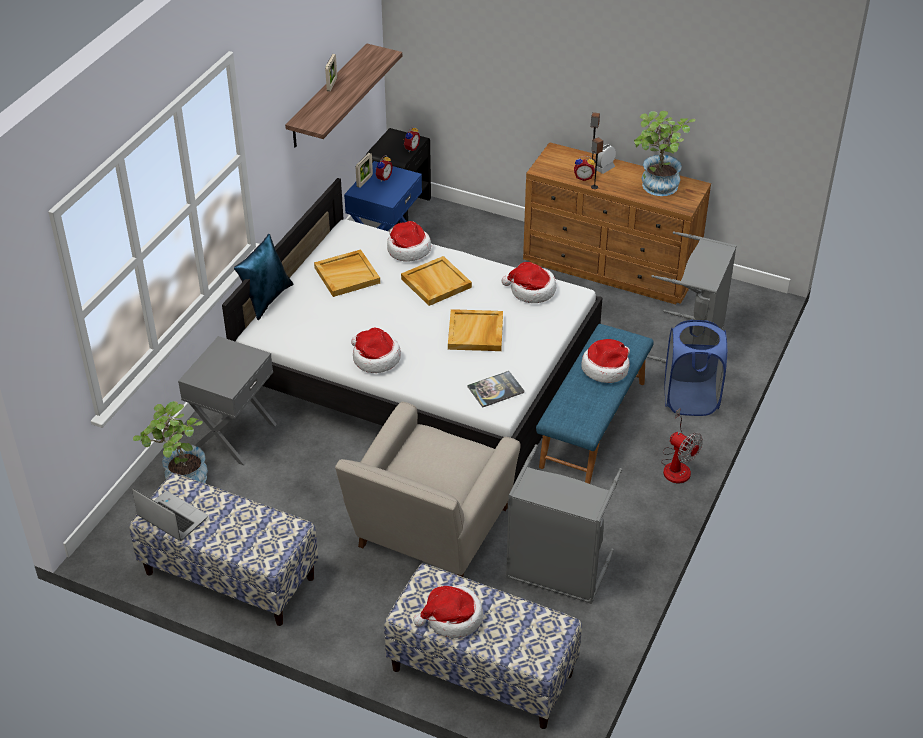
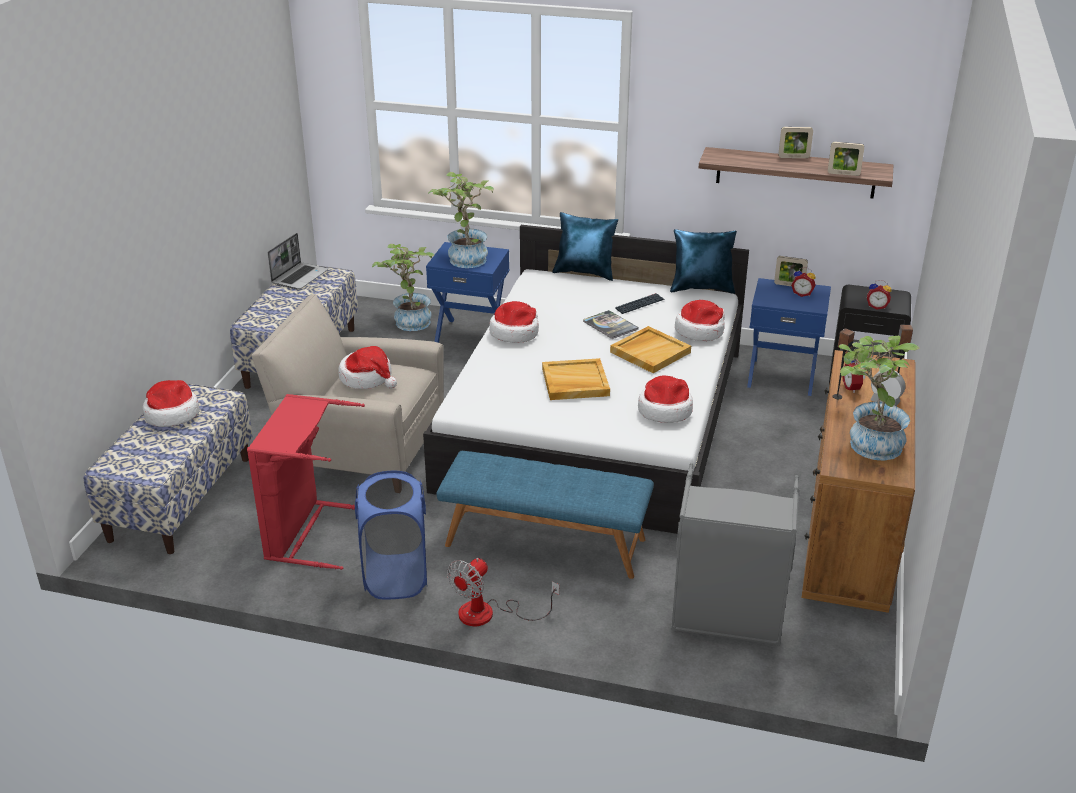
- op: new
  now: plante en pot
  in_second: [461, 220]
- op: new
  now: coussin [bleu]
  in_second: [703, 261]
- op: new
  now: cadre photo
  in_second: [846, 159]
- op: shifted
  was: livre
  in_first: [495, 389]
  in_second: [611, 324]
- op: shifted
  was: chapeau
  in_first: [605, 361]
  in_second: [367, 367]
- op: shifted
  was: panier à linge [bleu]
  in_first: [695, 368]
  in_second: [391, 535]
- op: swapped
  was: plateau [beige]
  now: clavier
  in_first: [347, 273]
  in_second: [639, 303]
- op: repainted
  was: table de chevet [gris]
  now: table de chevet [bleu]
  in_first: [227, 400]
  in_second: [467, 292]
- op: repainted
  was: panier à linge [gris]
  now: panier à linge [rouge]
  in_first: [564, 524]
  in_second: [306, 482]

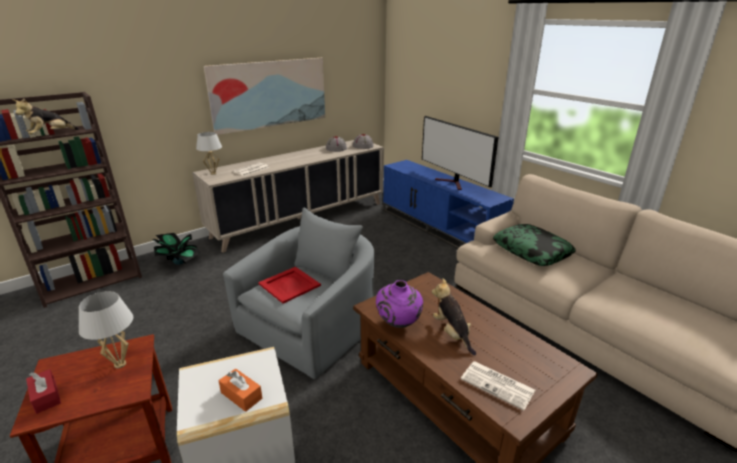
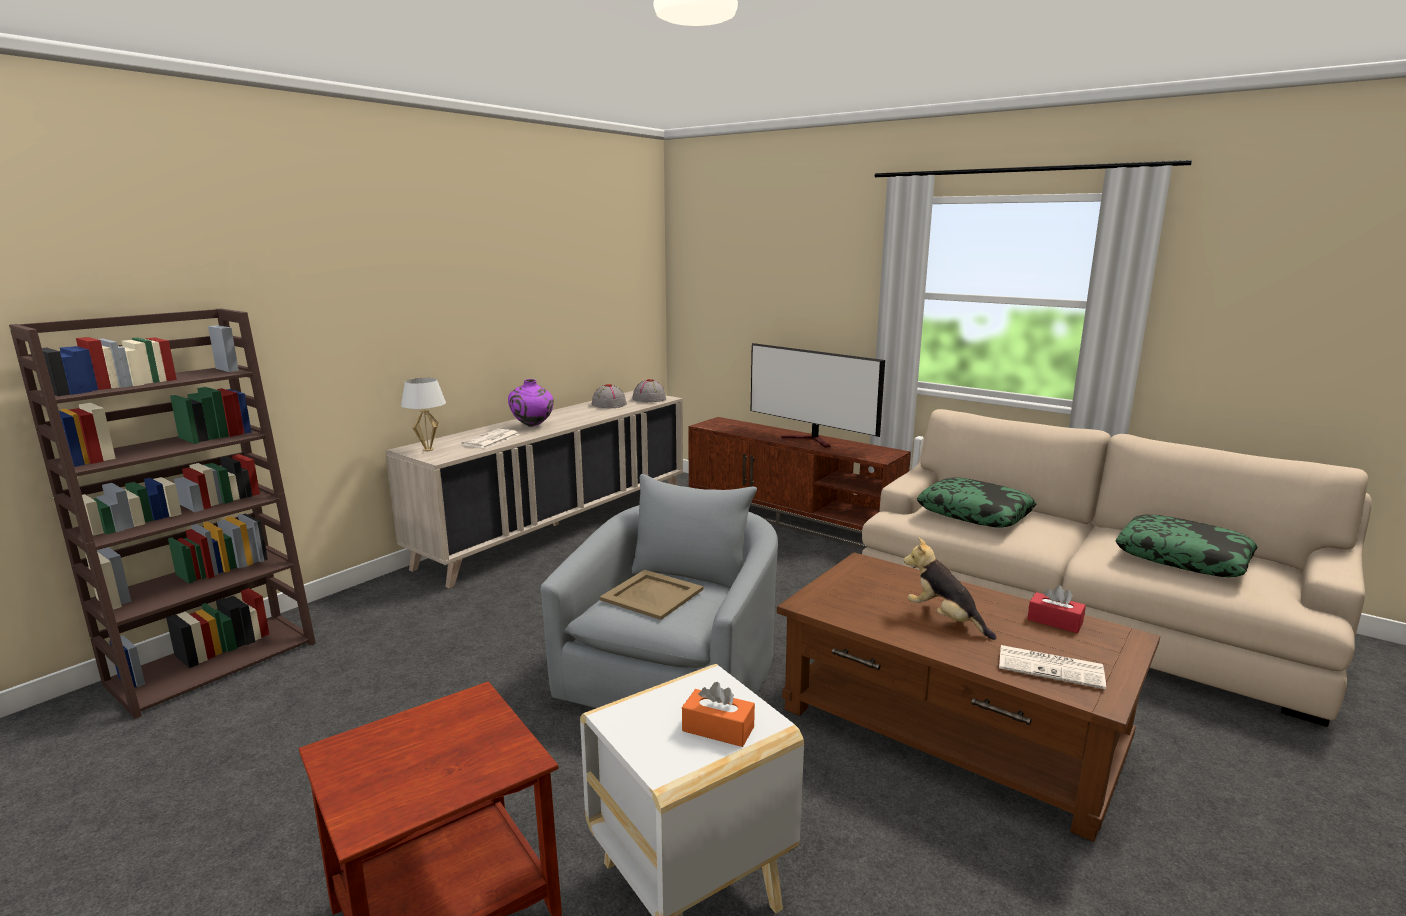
- op: gone
  was: peluche
  in_first: [45, 116]
- op: gone
  was: lampe de table [blanc]
  in_first: [106, 329]
- op: gone
  was: plante en pot
  in_first: [176, 249]
- op: gone
  was: tableau
  in_first: [264, 96]
- op: new
  now: coussin
  in_second: [1186, 546]
- op: shifted
  was: boîte à mouchoirs [rouge]
  in_first: [43, 391]
  in_second: [1056, 609]
- op: shifted
  was: vase [violet]
  in_first: [399, 304]
  in_second: [531, 403]
- op: repainted
  was: plateau [rouge]
  now: plateau [beige]
  in_first: [289, 285]
  in_second: [651, 595]
- op: repainted
  was: meuble télé [bleu]
  now: meuble télé [marron]
  in_first: [448, 204]
  in_second: [799, 482]

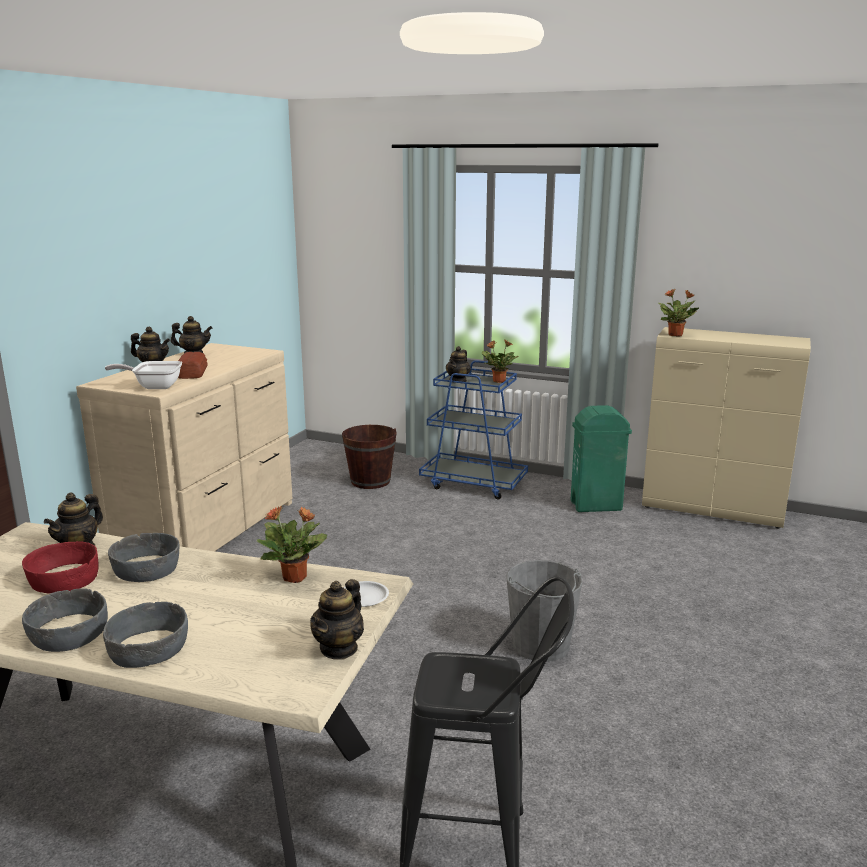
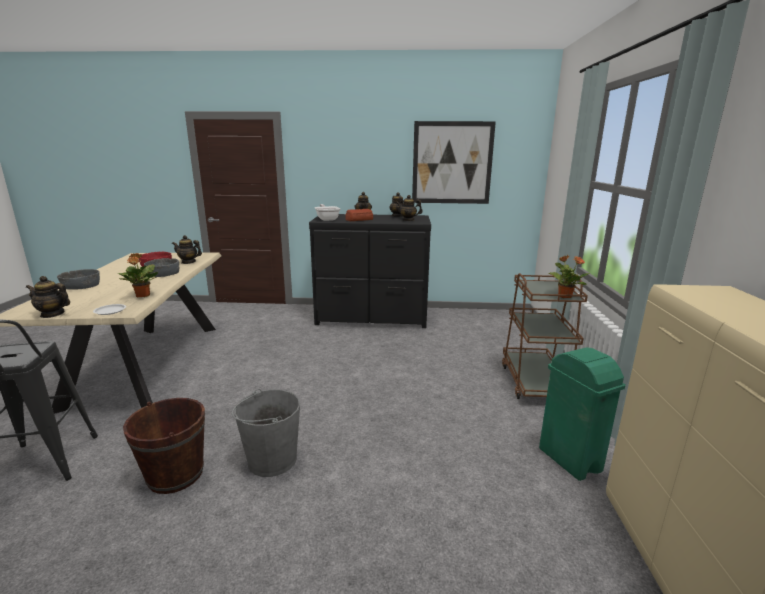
- op: gone
  was: bol [gris]
  in_first: [65, 620]
- op: gone
  was: plante en pot
  in_first: [678, 313]
- op: new
  now: tableau
  in_second: [454, 162]
- op: shifted
  was: seau [marron]
  in_first: [369, 457]
  in_second: [164, 446]
- op: shifted
  was: théière
  in_first: [458, 364]
  in_second: [409, 208]
- op: repainted
  was: commode [beige]
  now: commode [noir]
  in_first: [184, 447]
  in_second: [370, 271]
- op: repainted
  was: chariot [bleu]
  now: chariot [marron]
  in_first: [473, 430]
  in_second: [545, 336]

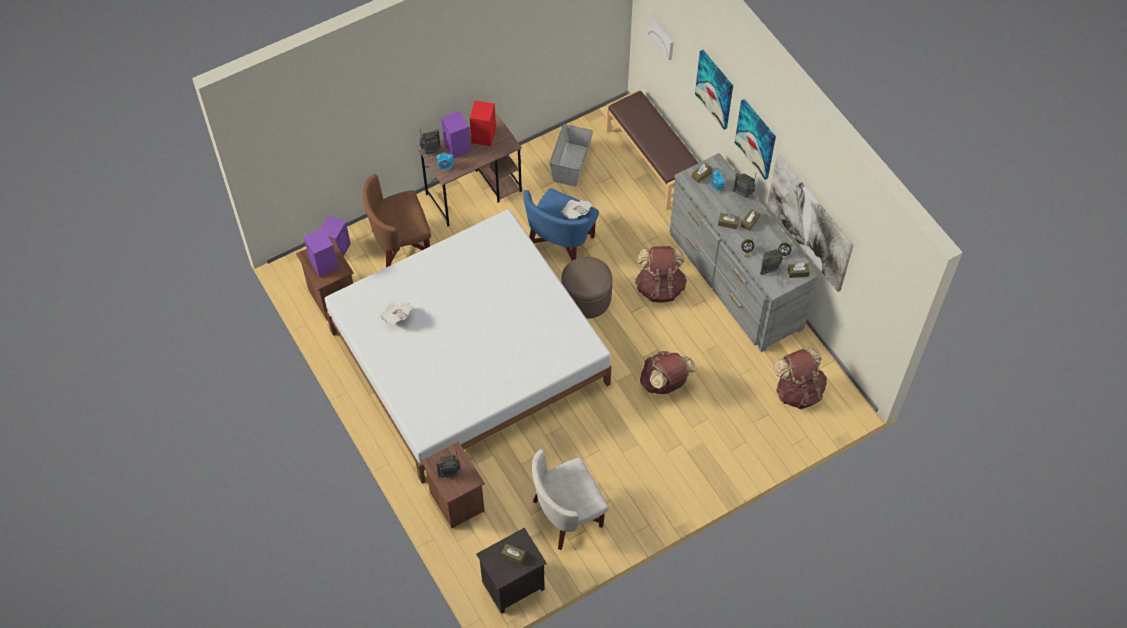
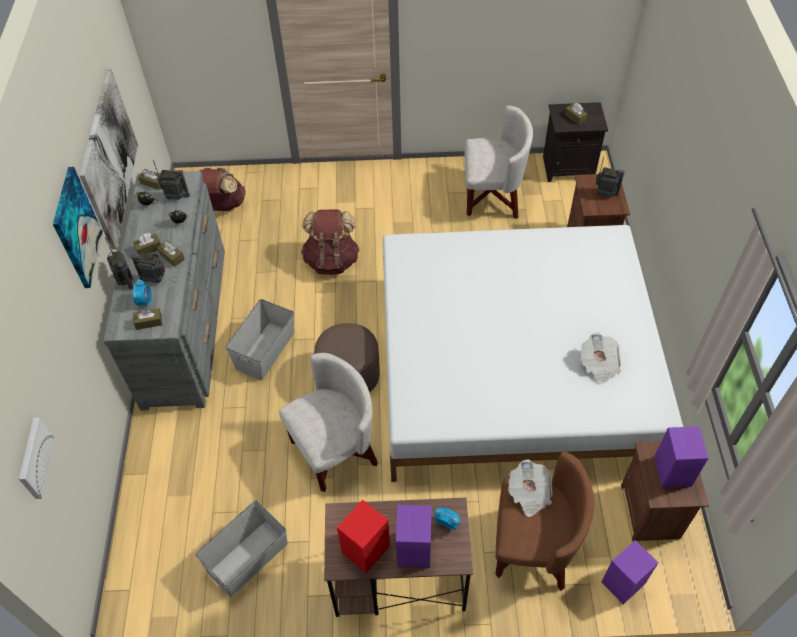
- op: gone
  was: banc [marron]
  in_first: [652, 149]
- op: gone
  was: tableau
  in_first: [714, 90]
- op: shifted
  was: radio
  in_first: [430, 142]
  in_second: [148, 263]
- op: shifted
  was: journal
  in_first: [576, 209]
  in_second: [530, 488]
- op: swapped
  was: sac à dos [marron]
  now: boîte de rangement [gris]
  in_first: [661, 274]
  in_second: [260, 339]
- op: repainted
  was: fauteuil [bleu]
  now: fauteuil [blanc]
  in_first: [561, 224]
  in_second: [328, 422]

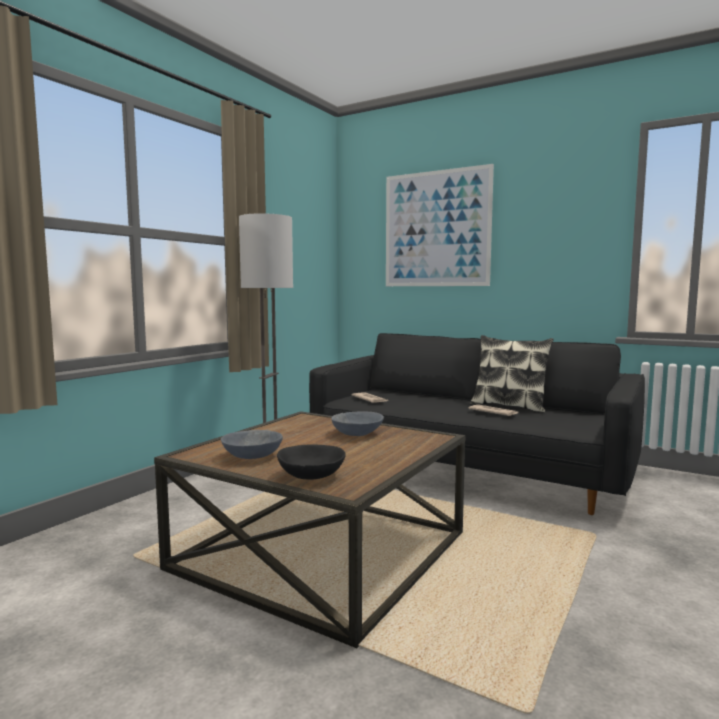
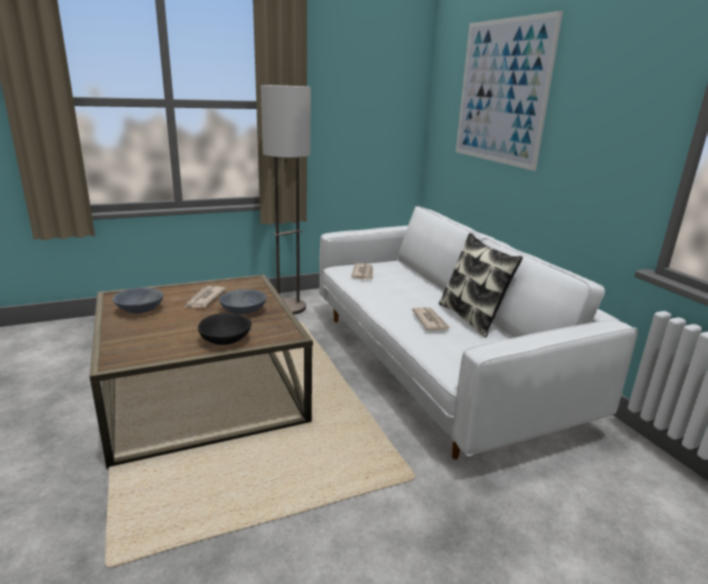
- op: new
  now: journal
  in_second: [205, 297]
- op: shifted
  was: bol [noir]
  in_first: [311, 462]
  in_second: [225, 329]
- op: repainted
  was: canapé [noir]
  now: canapé [blanc]
  in_first: [477, 424]
  in_second: [479, 333]

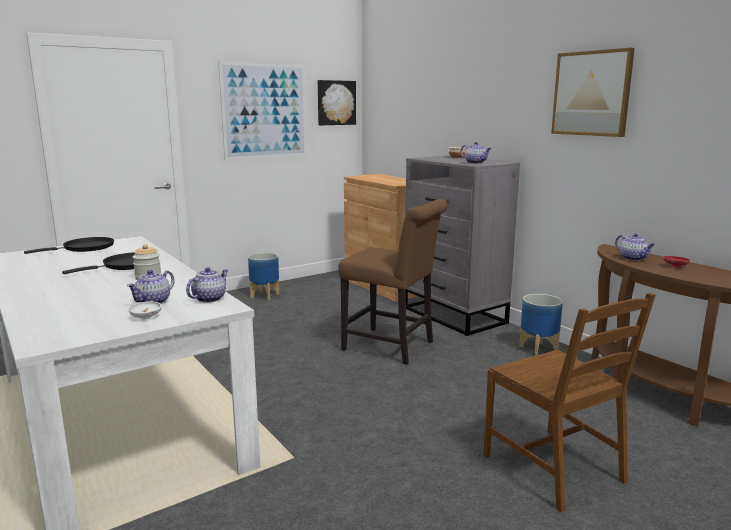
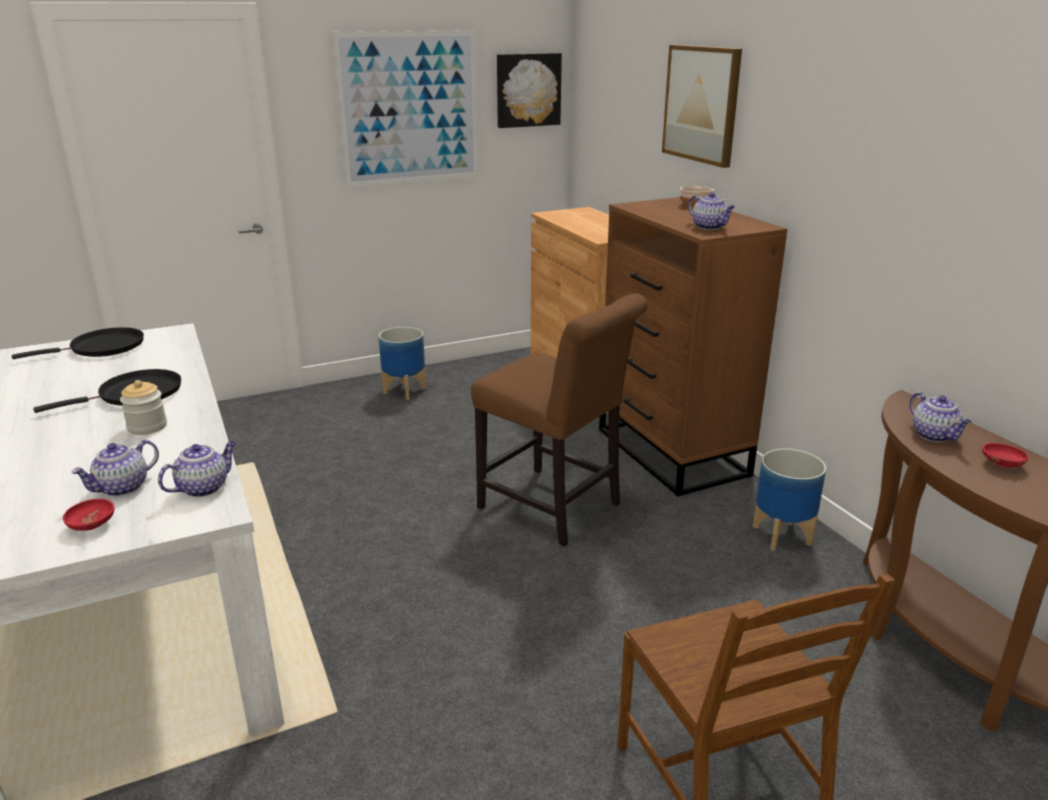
- op: shifted
  was: tableau
  in_first: [593, 92]
  in_second: [702, 106]
- op: repainted
  was: bol [blanc]
  now: bol [rouge]
  in_first: [145, 310]
  in_second: [88, 515]
- op: repainted
  was: commode [gris]
  now: commode [marron]
  in_first: [462, 246]
  in_second: [693, 347]

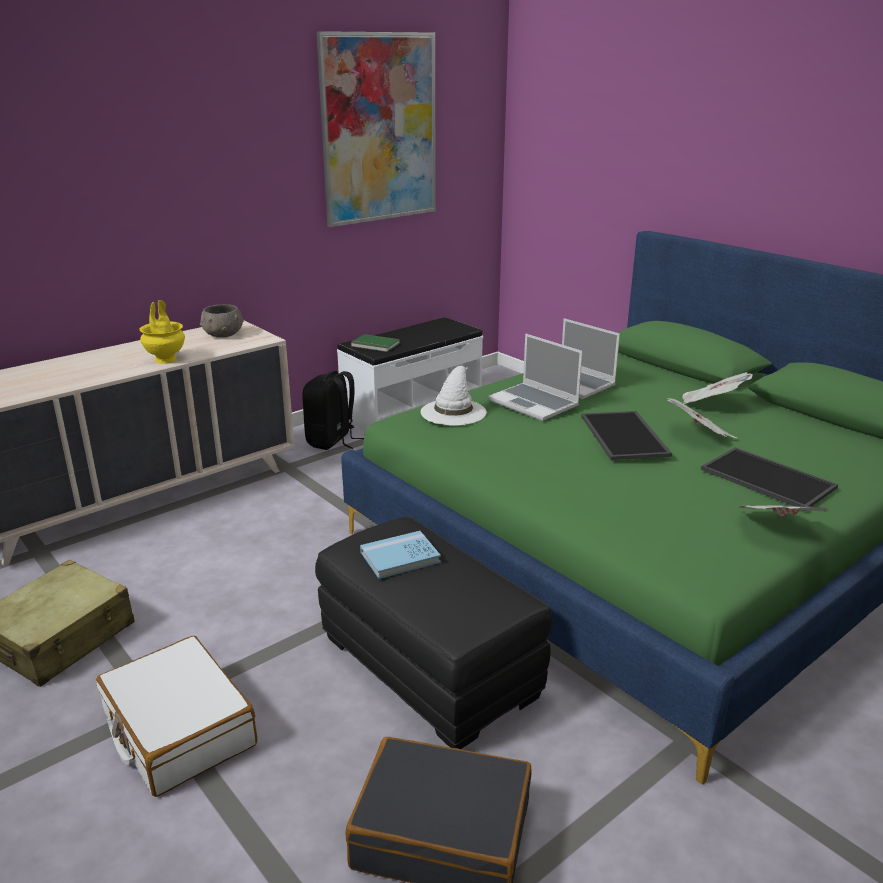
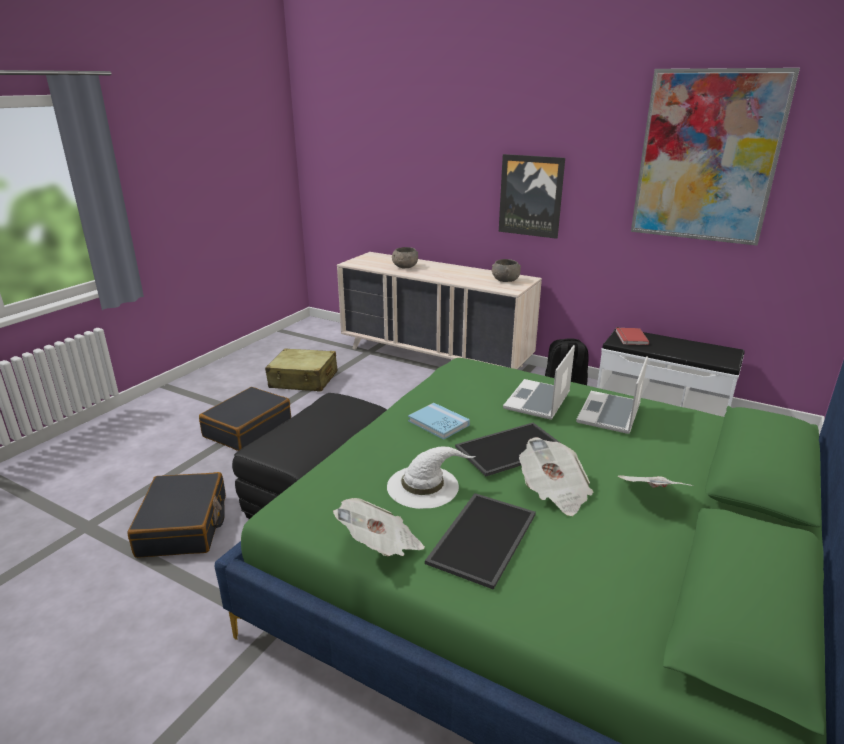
- op: gone
  was: vase [jaune]
  in_first: [162, 332]
- op: new
  now: bol [gris]
  in_second: [405, 257]
- op: new
  now: tableau
  in_second: [532, 196]
- op: shifted
  was: livre [bleu]
  in_first: [400, 555]
  in_second: [439, 421]
- op: shifted
  was: chapeau [blanc]
  in_first: [454, 396]
  in_second: [431, 477]
- op: repainted
  was: valise [blanc]
  now: valise [noir]
  in_first: [176, 716]
  in_second: [245, 419]
- op: repainted
  was: livre [vert]
  now: livre [rouge]
  in_first: [375, 343]
  in_second: [632, 336]

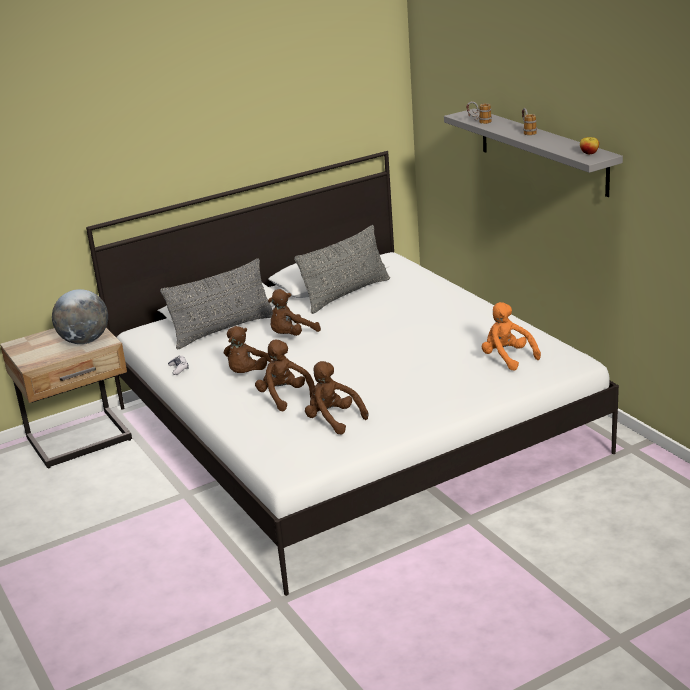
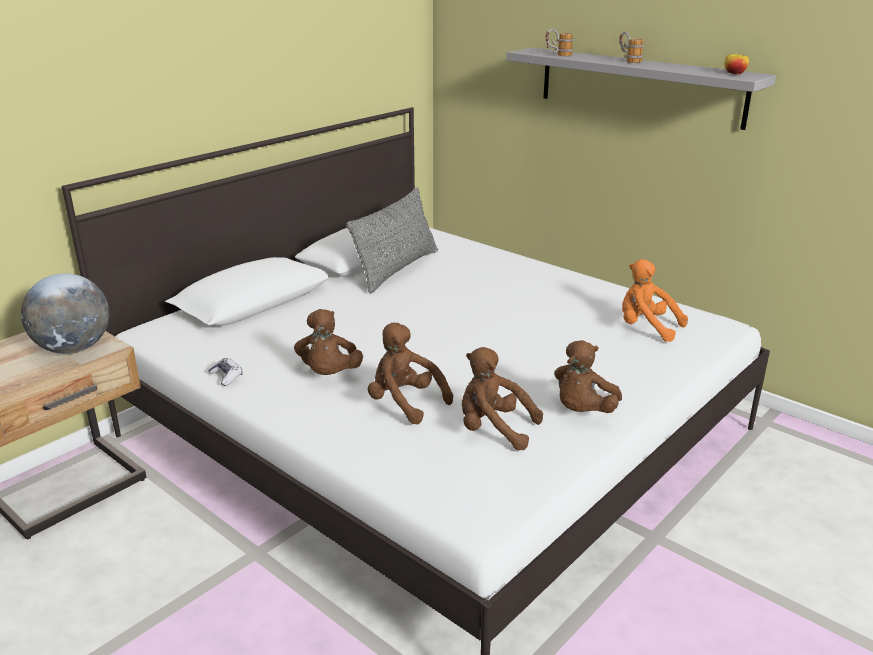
- op: gone
  was: coussin [gris]
  in_first: [216, 303]
- op: shifted
  was: peluche [marron]
  in_first: [294, 312]
  in_second: [588, 376]

